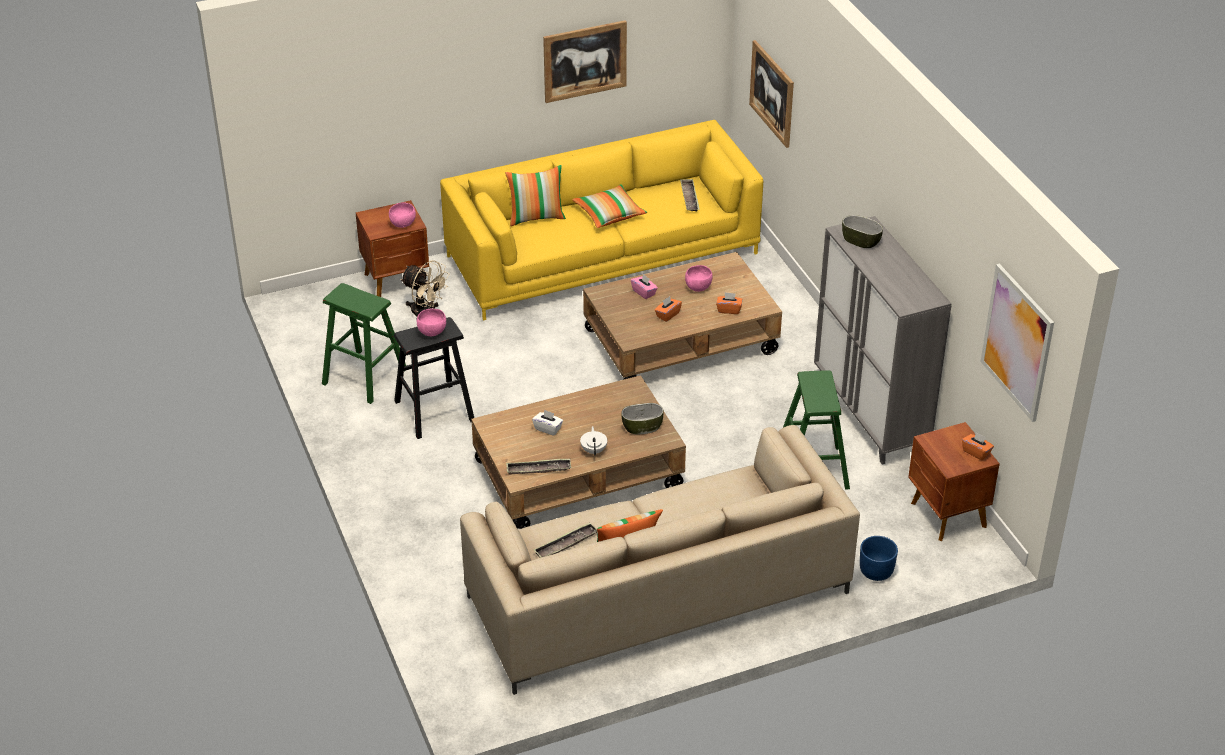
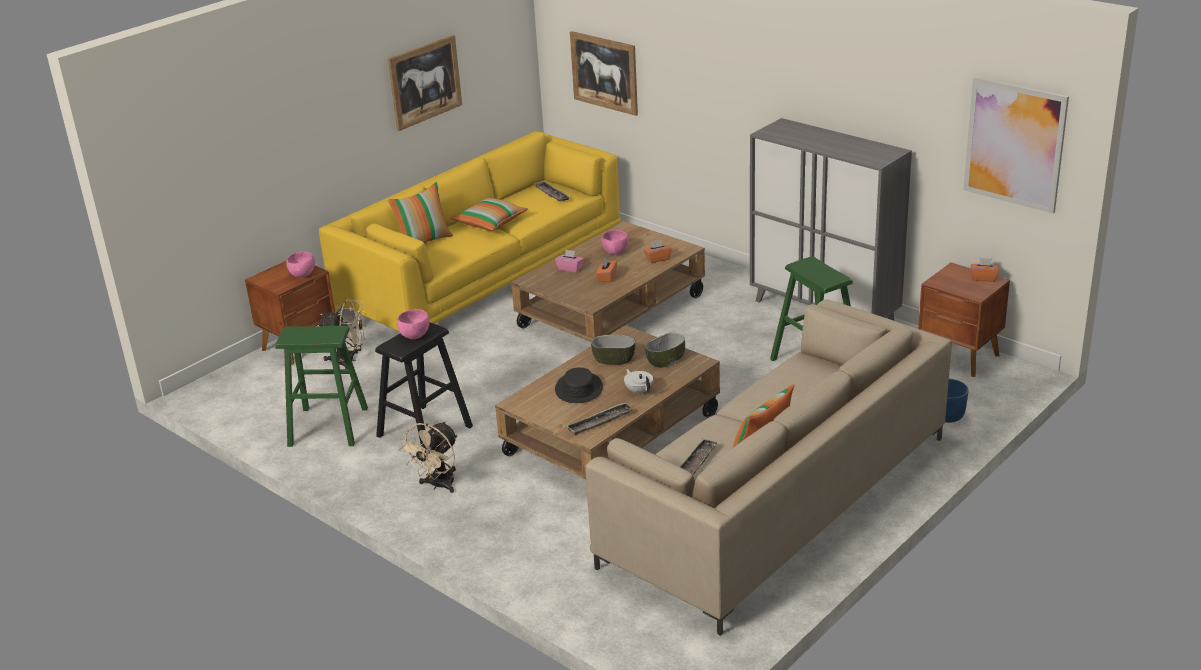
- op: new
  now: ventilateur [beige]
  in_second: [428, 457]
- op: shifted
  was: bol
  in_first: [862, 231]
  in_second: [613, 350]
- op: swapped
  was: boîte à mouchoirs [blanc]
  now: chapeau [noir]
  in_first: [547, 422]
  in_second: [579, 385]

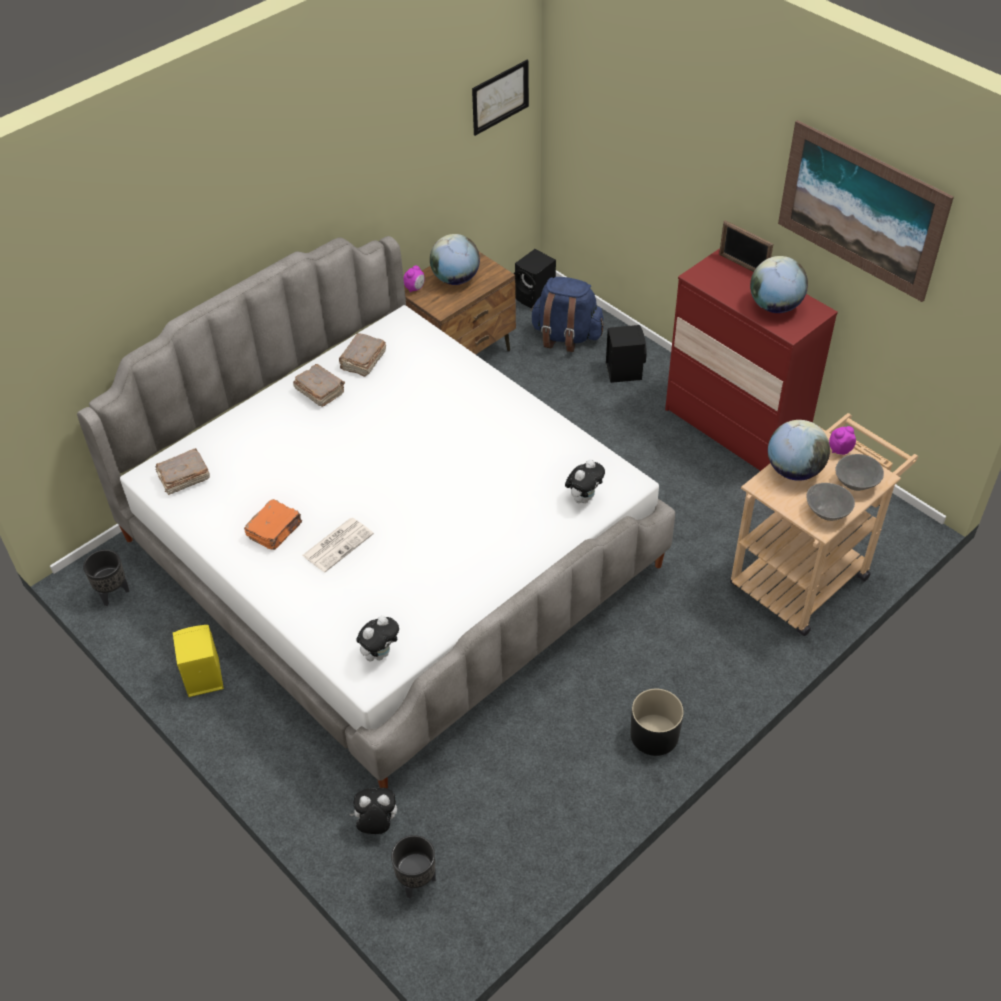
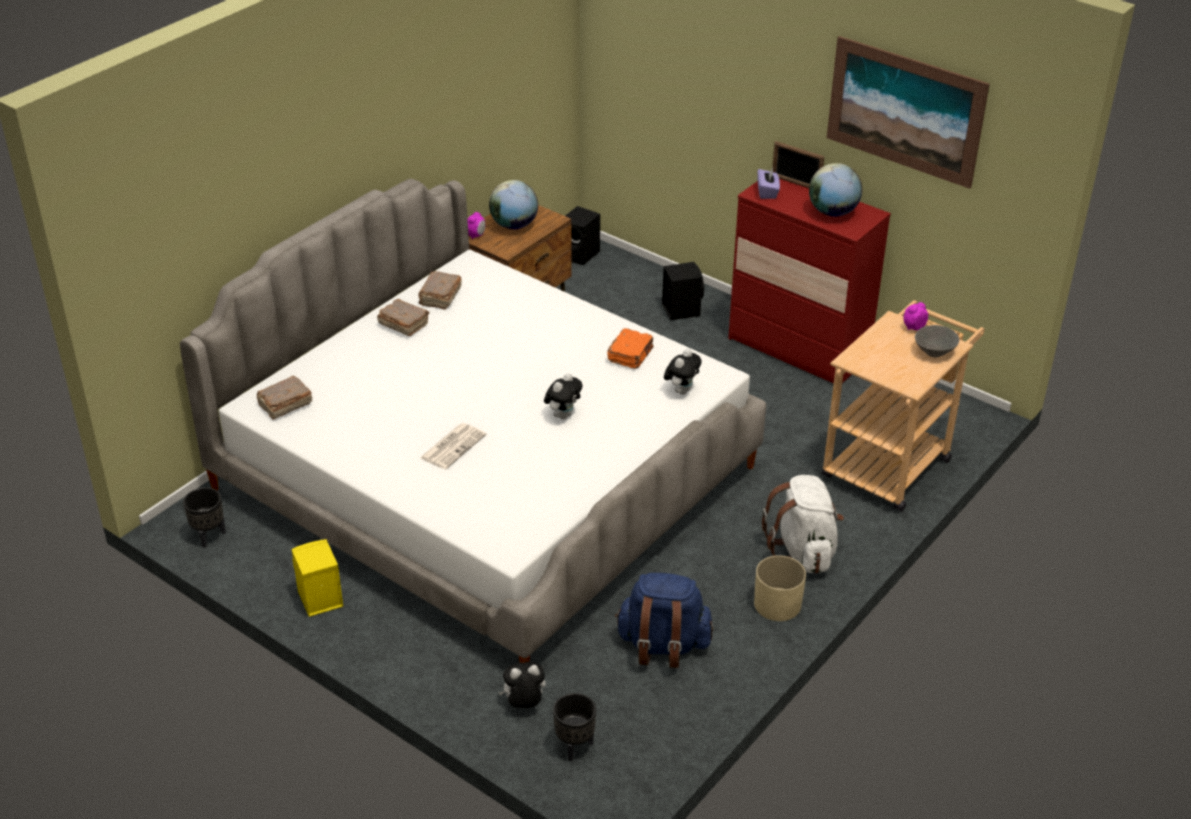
- op: gone
  was: tableau
  in_first: [500, 98]
- op: gone
  was: globe
  in_first: [799, 450]
- op: gone
  was: bol [gris]
  in_first: [830, 502]
- op: new
  now: boîte à mouchoirs [violet]
  in_second: [768, 183]
- op: new
  now: sac à dos [blanc]
  in_second: [803, 524]
- op: shifted
  was: livre [orange]
  in_first: [273, 524]
  in_second: [630, 348]
- op: shifted
  was: peluche
  in_first: [377, 639]
  in_second: [563, 396]
- op: shifted
  was: sac à dos [bleu]
  in_first: [567, 314]
  in_second: [664, 620]
- op: repainted
  was: cache-pot [noir]
  now: cache-pot [beige]
  in_first: [657, 722]
  in_second: [780, 588]

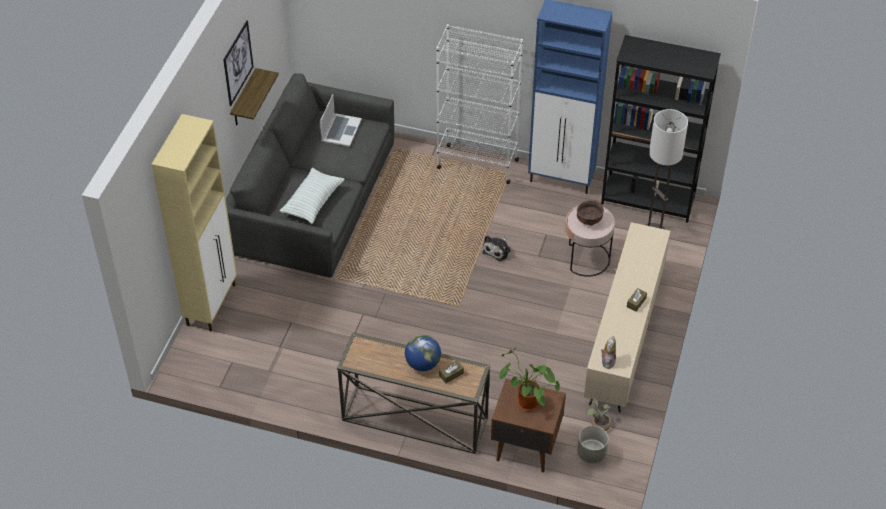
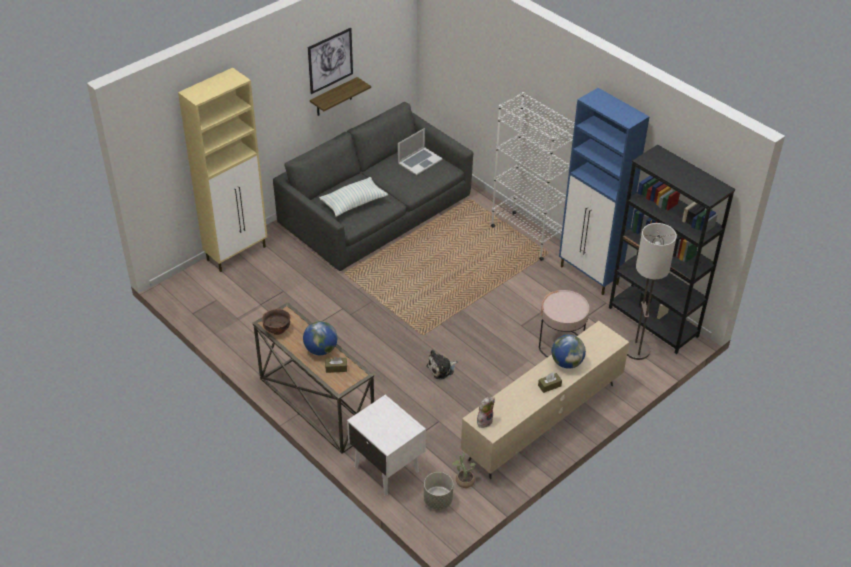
- op: gone
  was: plante en pot
  in_first: [529, 379]
- op: new
  now: globe
  in_second: [569, 352]
- op: shifted
  was: peluche
  in_first: [496, 248]
  in_second: [441, 365]
- op: shifted
  was: bol [marron]
  in_first: [590, 212]
  in_second: [276, 322]
- op: repainted
  was: table de chevet [marron]
  now: table de chevet [blanc]
  in_first: [528, 426]
  in_second: [386, 445]

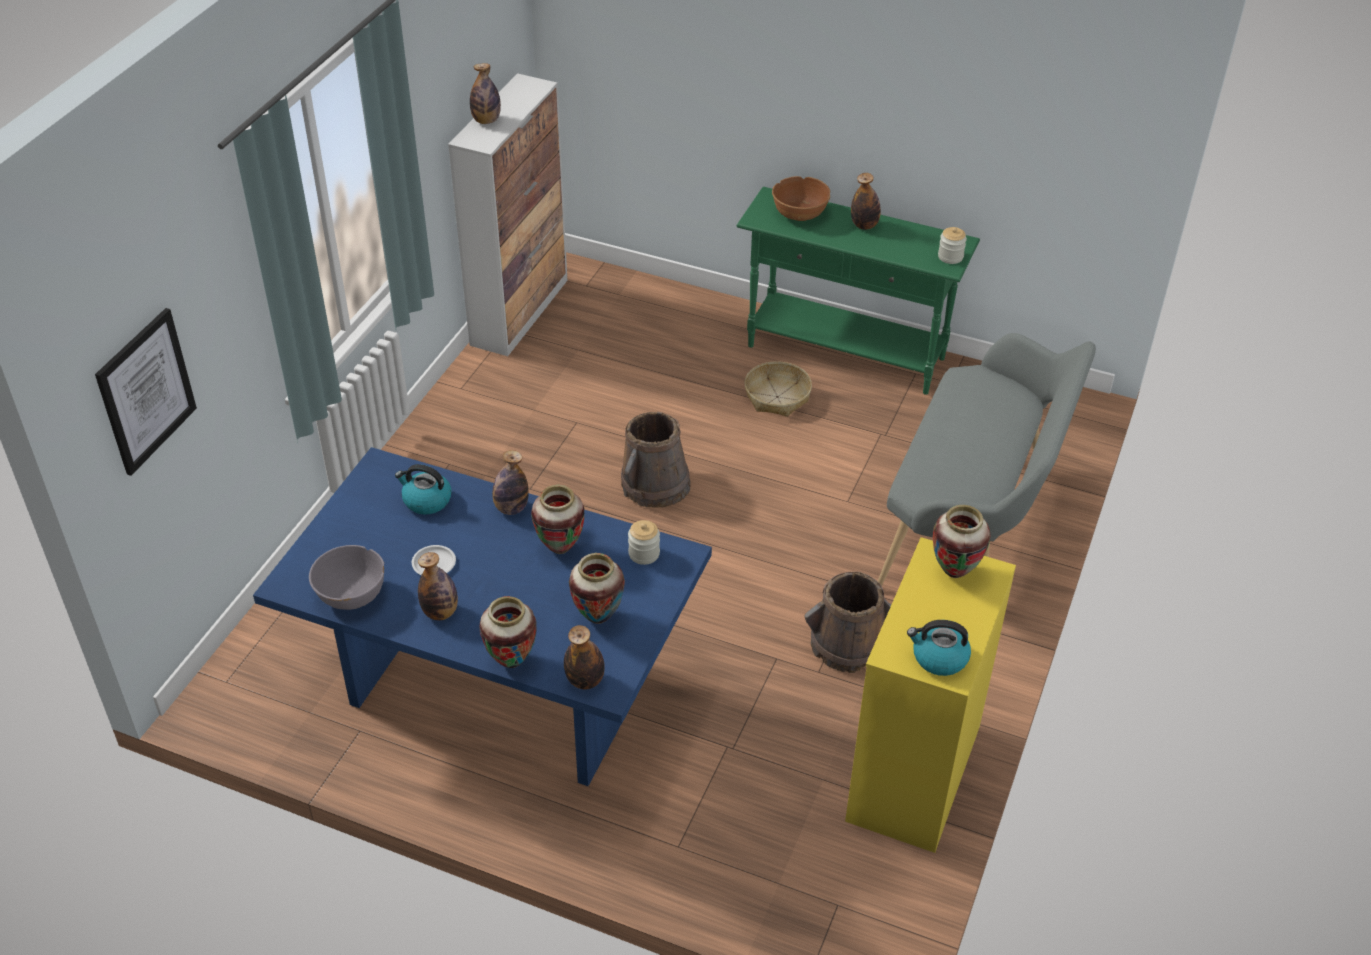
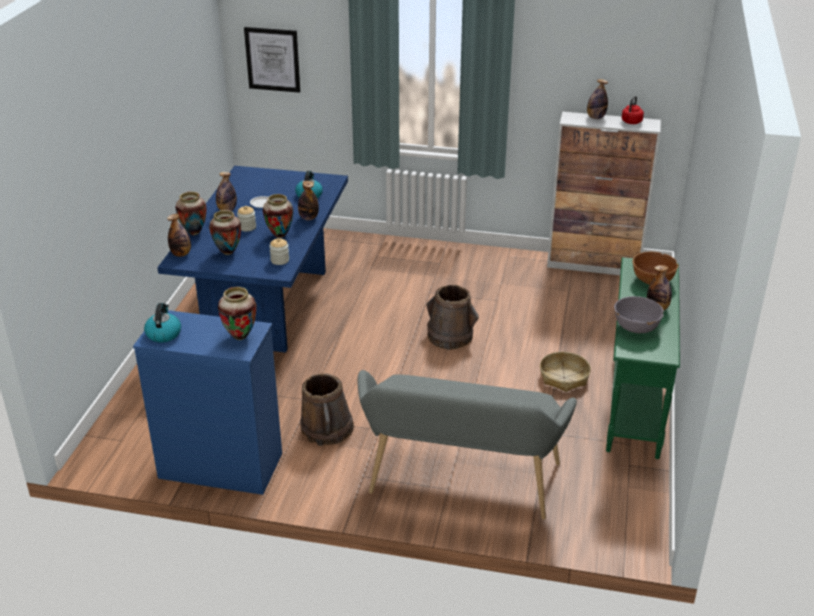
- op: new
  now: bouilloire [rouge]
  in_second: [633, 110]
- op: shifted
  was: bol [gris]
  in_first: [346, 577]
  in_second: [639, 314]
- op: shifted
  was: bocal
  in_first: [952, 245]
  in_second: [246, 218]
- op: repainted
  was: commode [jaune]
  now: commode [bleu]
  in_first: [930, 695]
  in_second: [207, 402]

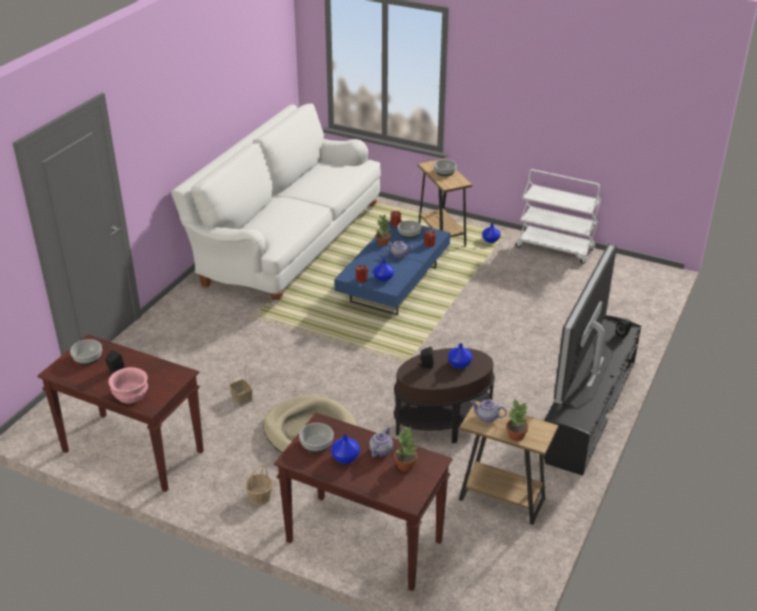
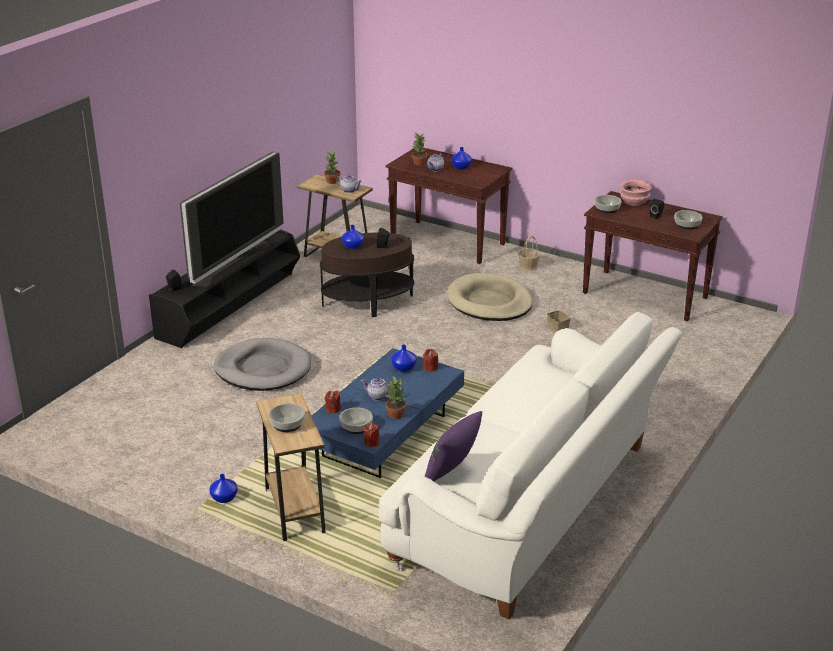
- op: gone
  was: chariot [blanc]
  in_first: [558, 216]
- op: new
  now: panier pour chien [gris]
  in_second: [262, 364]
- op: new
  now: coussin [violet]
  in_second: [453, 446]
- op: shifted
  was: bol
  in_first: [316, 438]
  in_second: [608, 204]

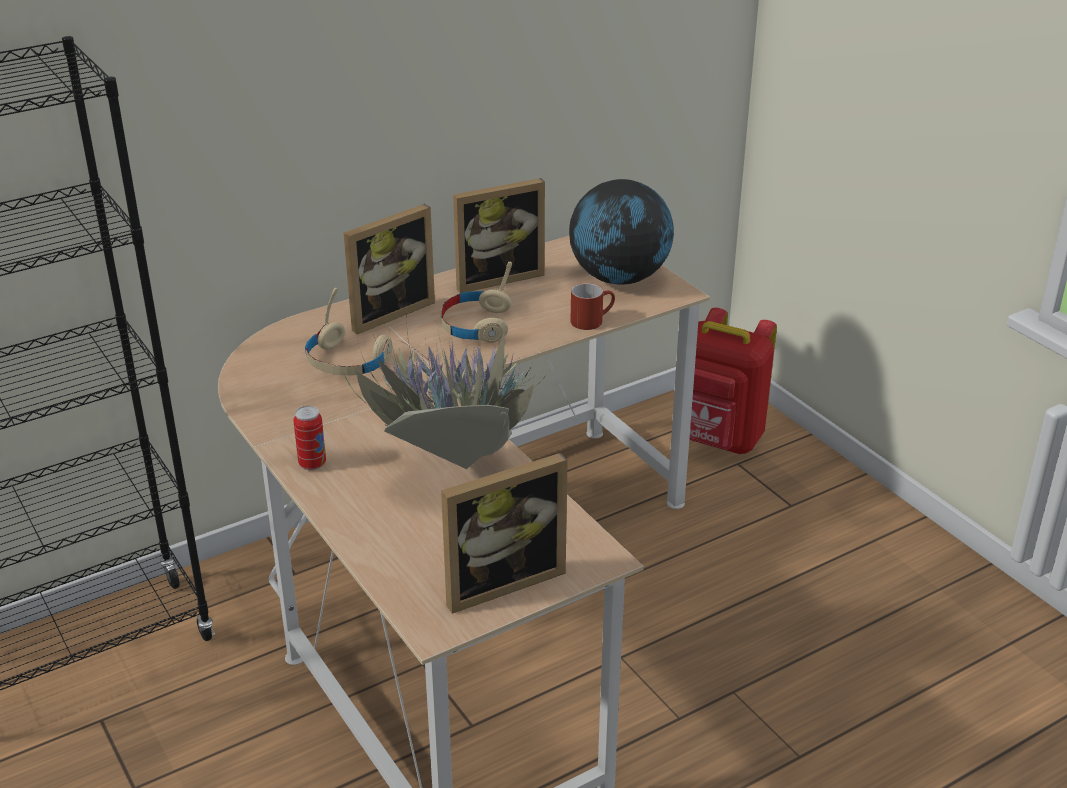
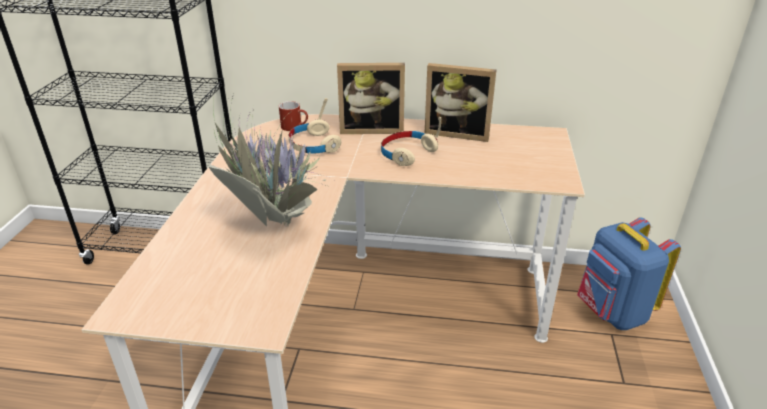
- op: gone
  was: boîte métallique
  in_first: [310, 438]
- op: gone
  was: cadre photo
  in_first: [504, 533]
- op: gone
  was: globe
  in_first: [621, 231]
- op: shifted
  was: mug [rouge]
  in_first: [593, 306]
  in_second: [293, 116]
- op: repainted
  was: sac à dos [rouge]
  now: sac à dos [bleu]
  in_first: [733, 381]
  in_second: [629, 273]

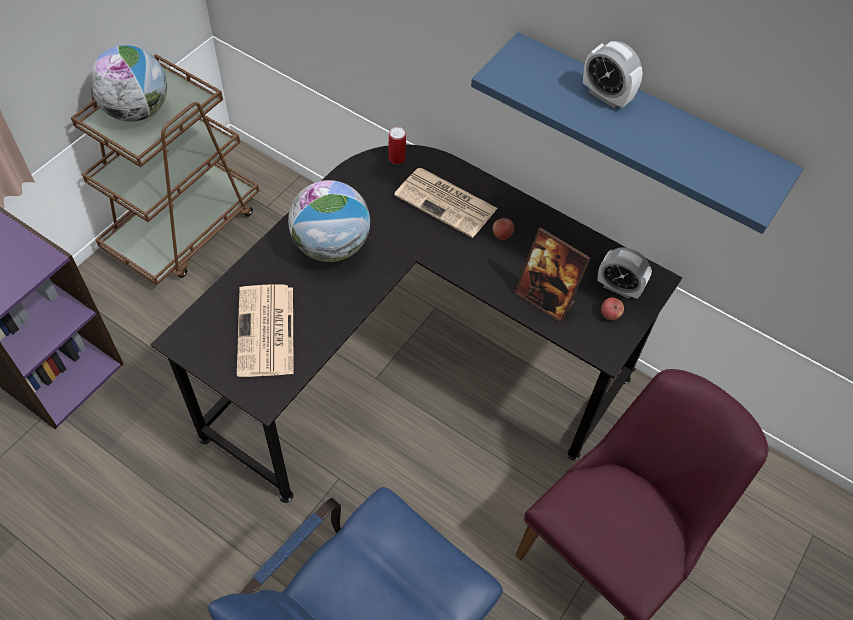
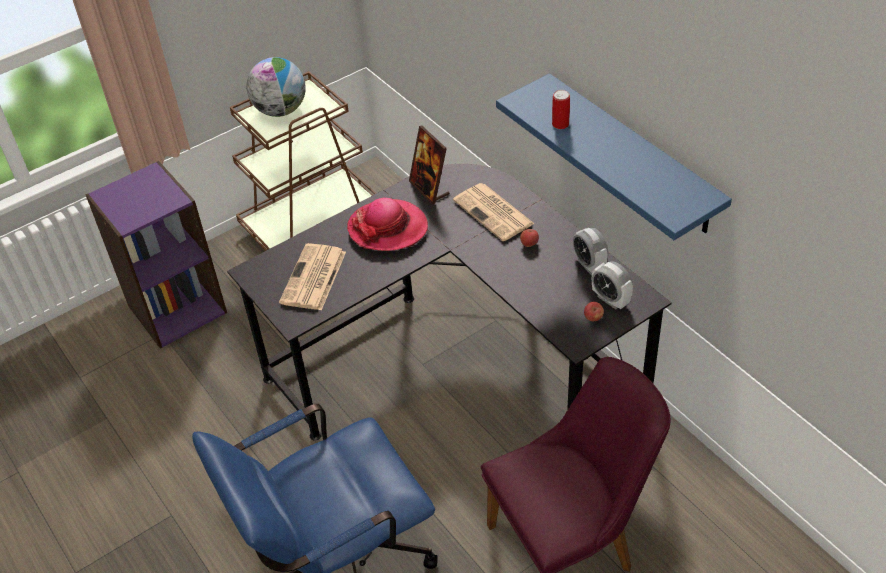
- op: shifted
  was: boîte métallique
  in_first: [397, 145]
  in_second: [561, 109]
- op: shifted
  was: cadre photo
  in_first: [552, 275]
  in_second: [429, 165]
- op: shifted
  was: réveil
  in_first: [613, 75]
  in_second: [590, 251]
- op: swapped
  was: globe
  now: chapeau
  in_first: [329, 221]
  in_second: [387, 224]

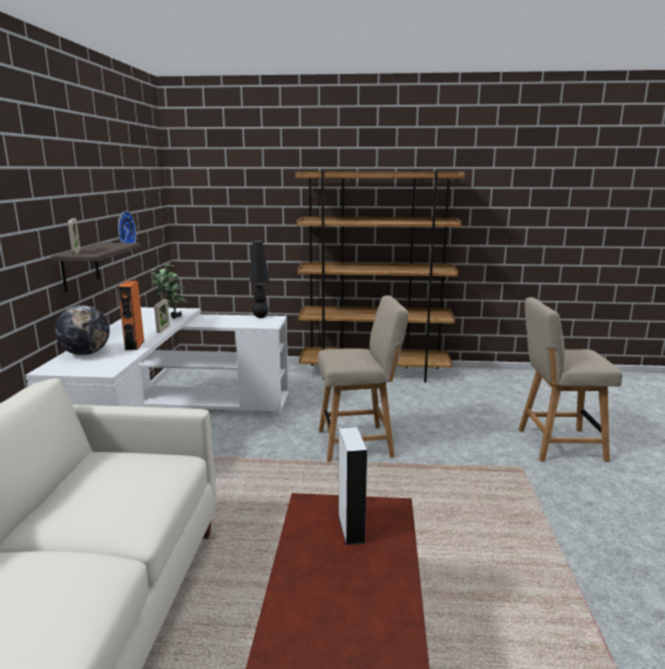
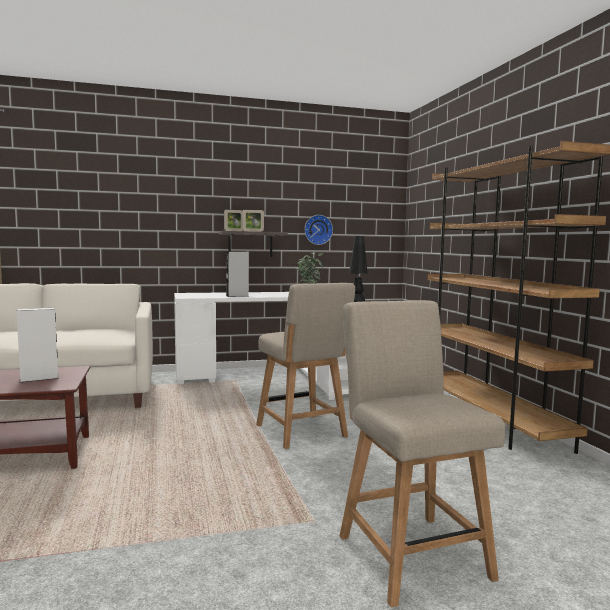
- op: gone
  was: globe
  in_first: [82, 330]
- op: shifted
  was: cadre photo
  in_first: [162, 316]
  in_second: [253, 221]
- op: repainted
  was: enceinte [orange]
  now: enceinte [gris]
  in_first: [131, 315]
  in_second: [237, 274]

